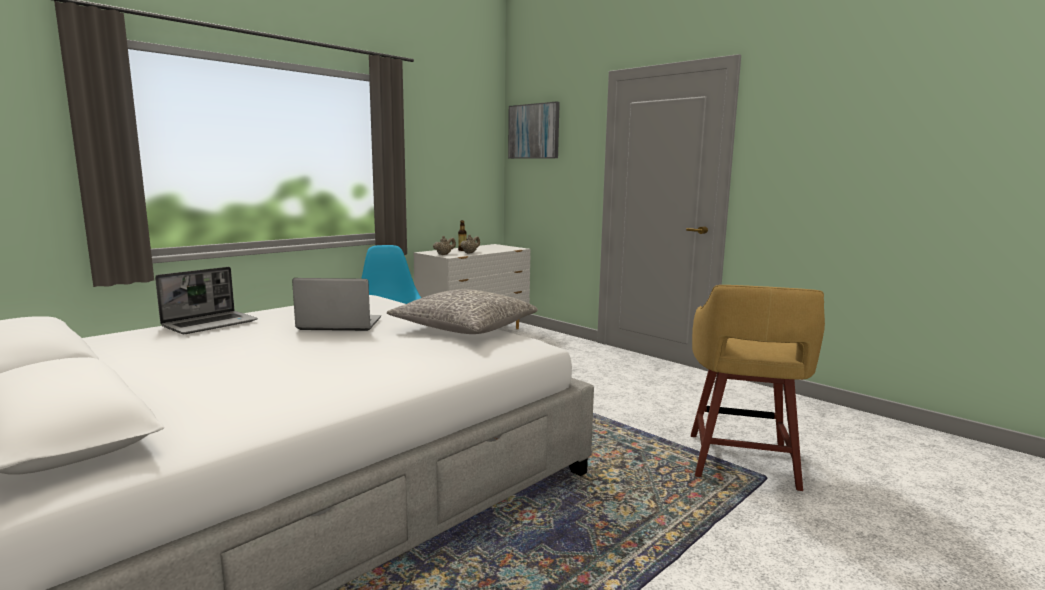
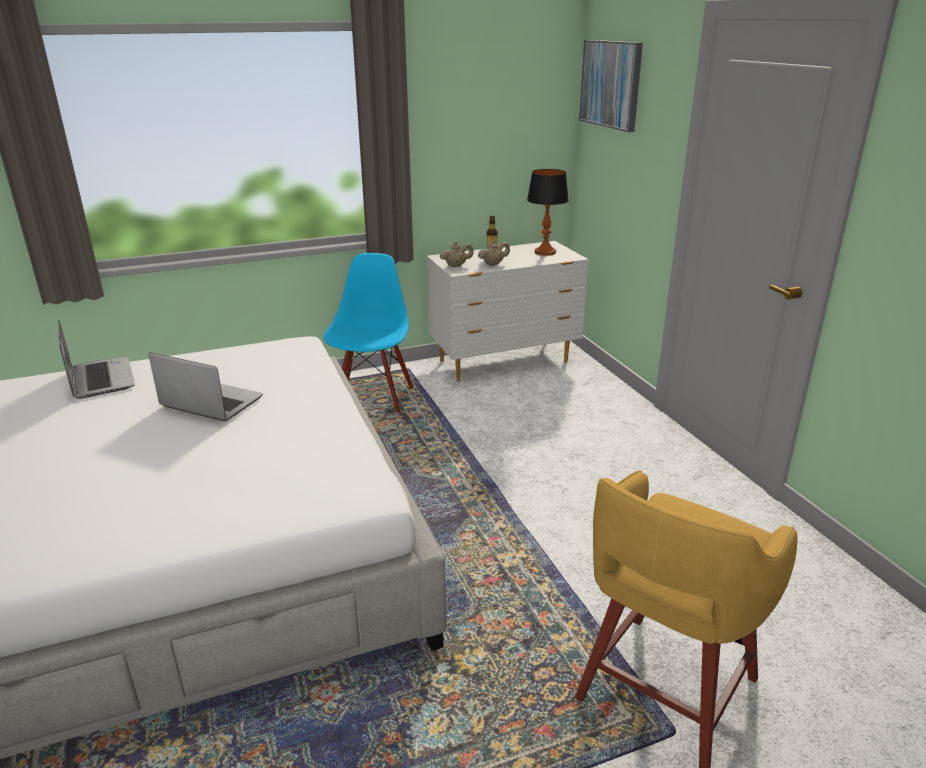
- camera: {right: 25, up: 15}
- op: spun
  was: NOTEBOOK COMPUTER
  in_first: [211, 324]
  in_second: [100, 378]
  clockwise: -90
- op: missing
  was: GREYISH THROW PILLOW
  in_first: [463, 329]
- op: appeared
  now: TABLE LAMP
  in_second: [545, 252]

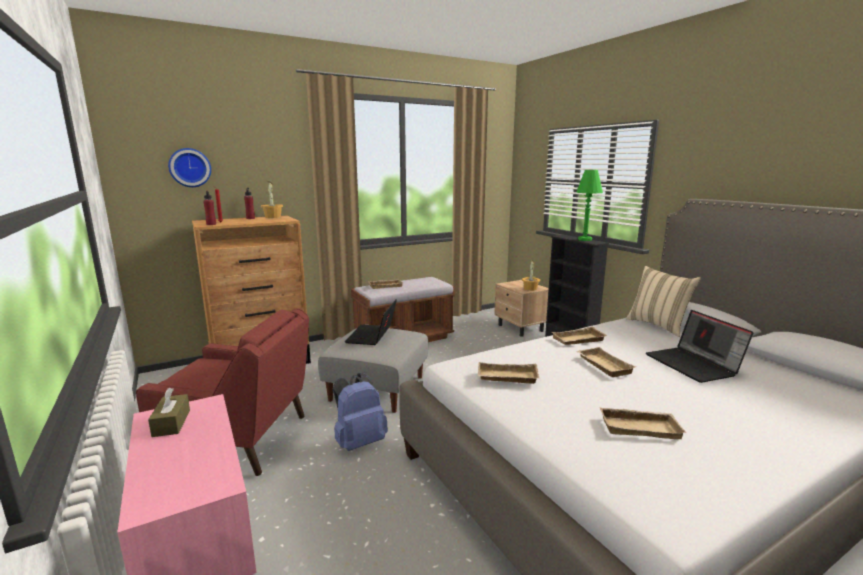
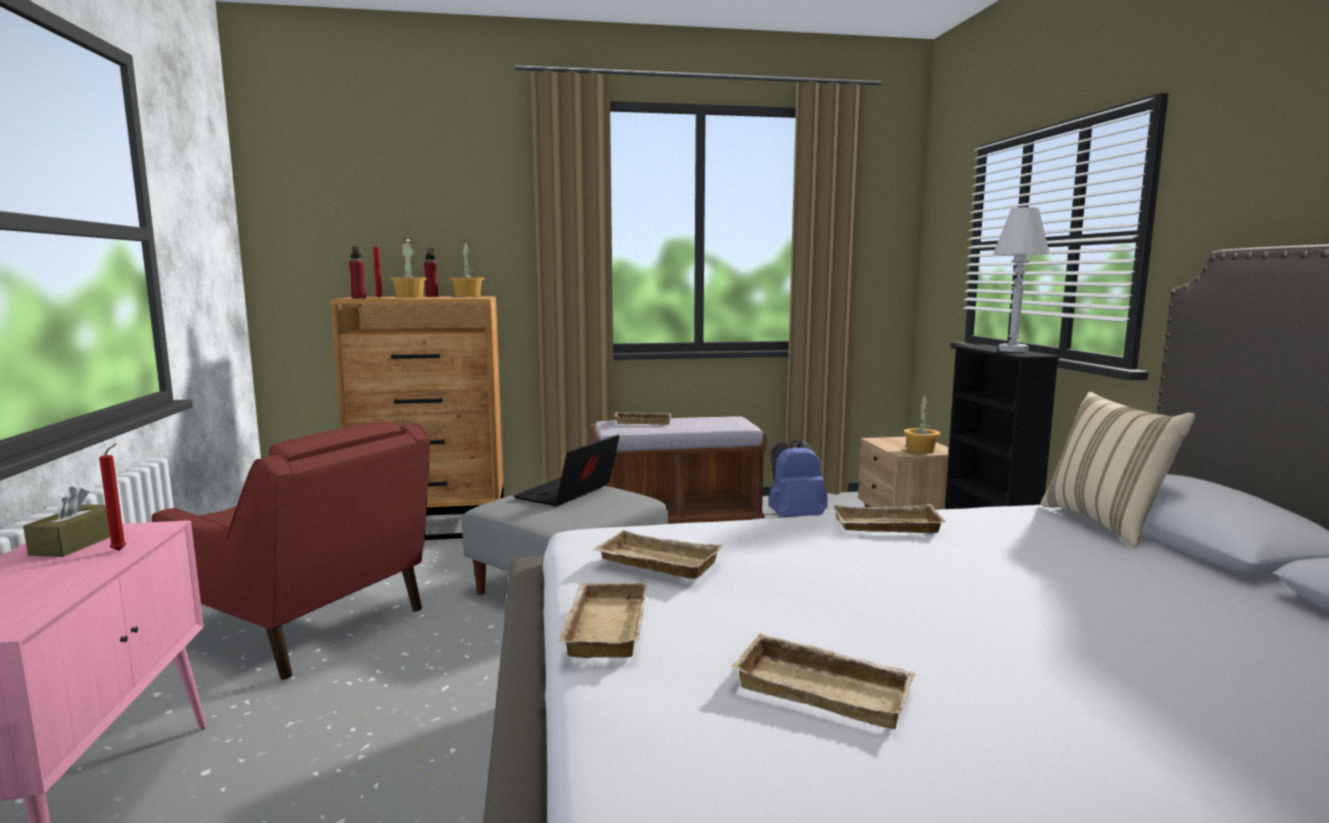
- camera: {right: 20, up: -5}
- op: missing
  was: WALL CLOCK
  in_first: [190, 167]
- op: relocated
  was: BLUE BACKPACK
  in_first: [359, 441]
  in_second: [794, 517]
- op: colour
  was: GREENISH TABLE LAMP
  now: WHITE TABLE LAMP
  in_first: [584, 239]
  in_second: [1012, 350]
- op: relocated
  was: BEIGE-COLOURED TRAY
  in_first: [602, 365]
  in_second: [602, 626]
- op: missing
  was: NOTEBOOK COMPUTER
  in_first: [694, 365]
- op: appeared
  now: RED-COLOURED CANDLE
  in_second: [121, 550]
- op: appeared
  now: HOUSEPLANT
  in_second: [409, 297]

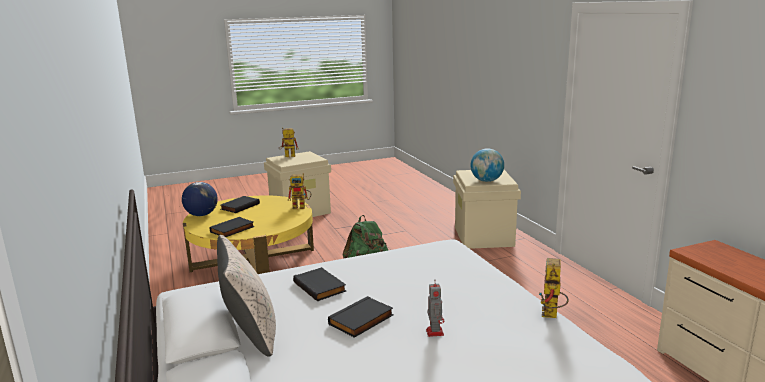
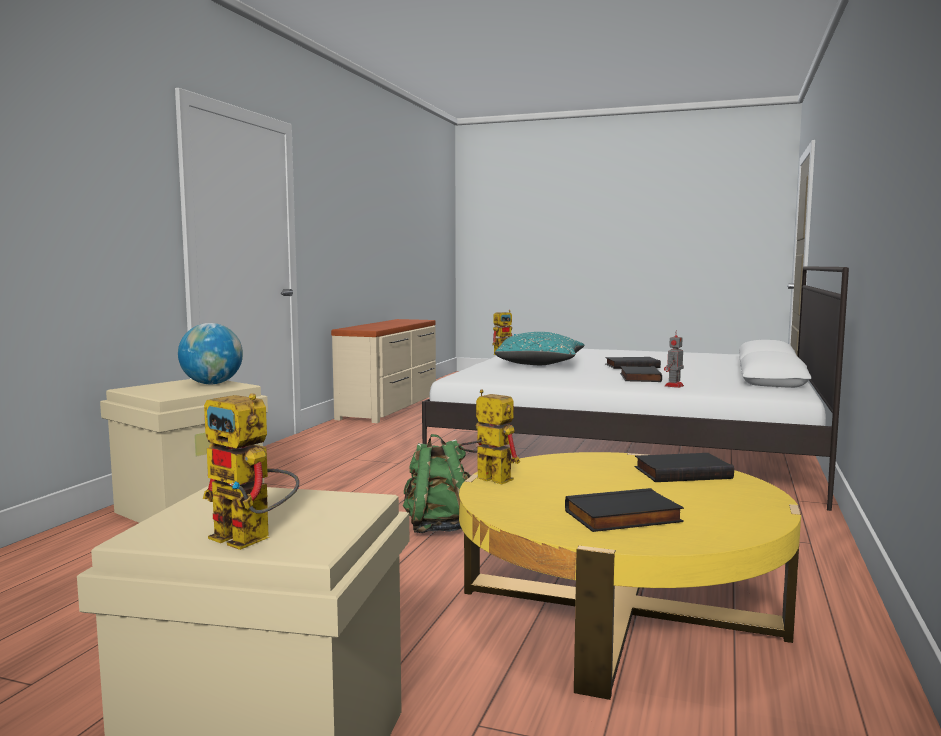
- camera: {right: -140, up: -10}
- op: missing
  was: DESK GLOBE
  in_first: [201, 215]
- op: missing
  was: BEIGE-COLOURED THROW PILLOW
  in_first: [251, 334]
- op: relocated
  was: MODEL ROBOT
  in_first: [434, 331]
  in_second: [673, 386]
- op: appeared
  now: TURQUOISE THROW PILLOW
  in_second: [540, 365]

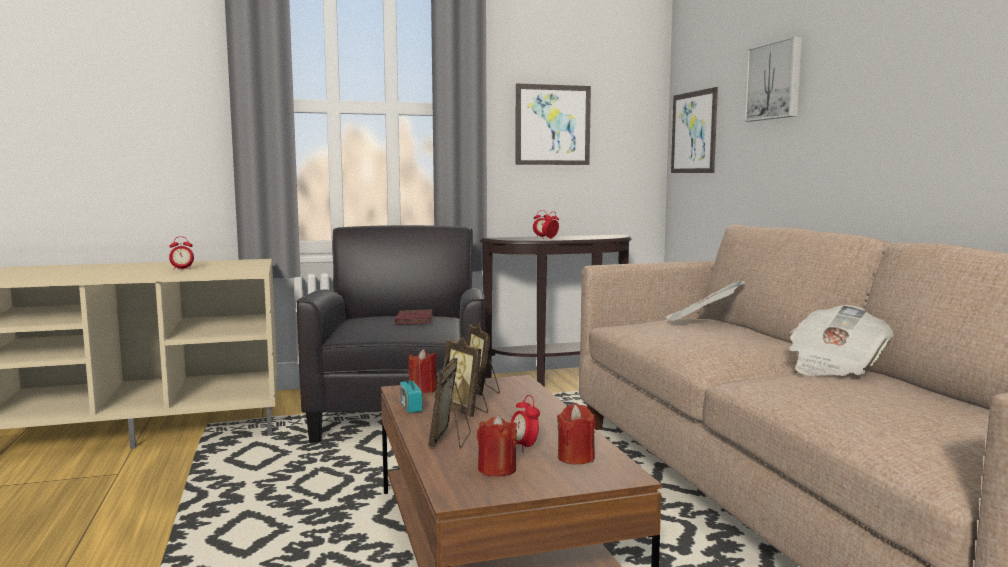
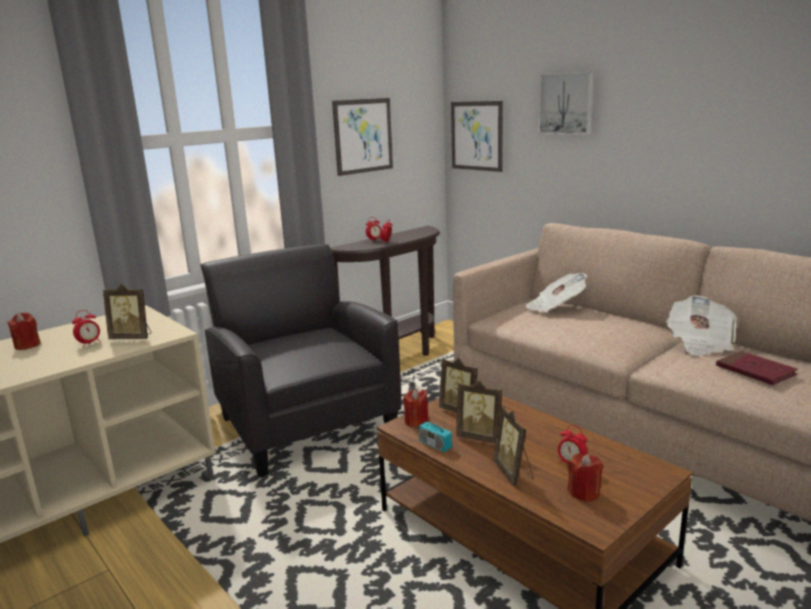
- camera: {right: -25, up: 10}
- op: relocated
  was: RED-COLOURED BOOK
  in_first: [414, 320]
  in_second: [755, 371]
- op: relocated
  was: RED-COLOURED CANDLE
  in_first: [576, 457]
  in_second: [27, 345]
- op: appeared
  now: STANDING FRAME
  in_second: [132, 337]

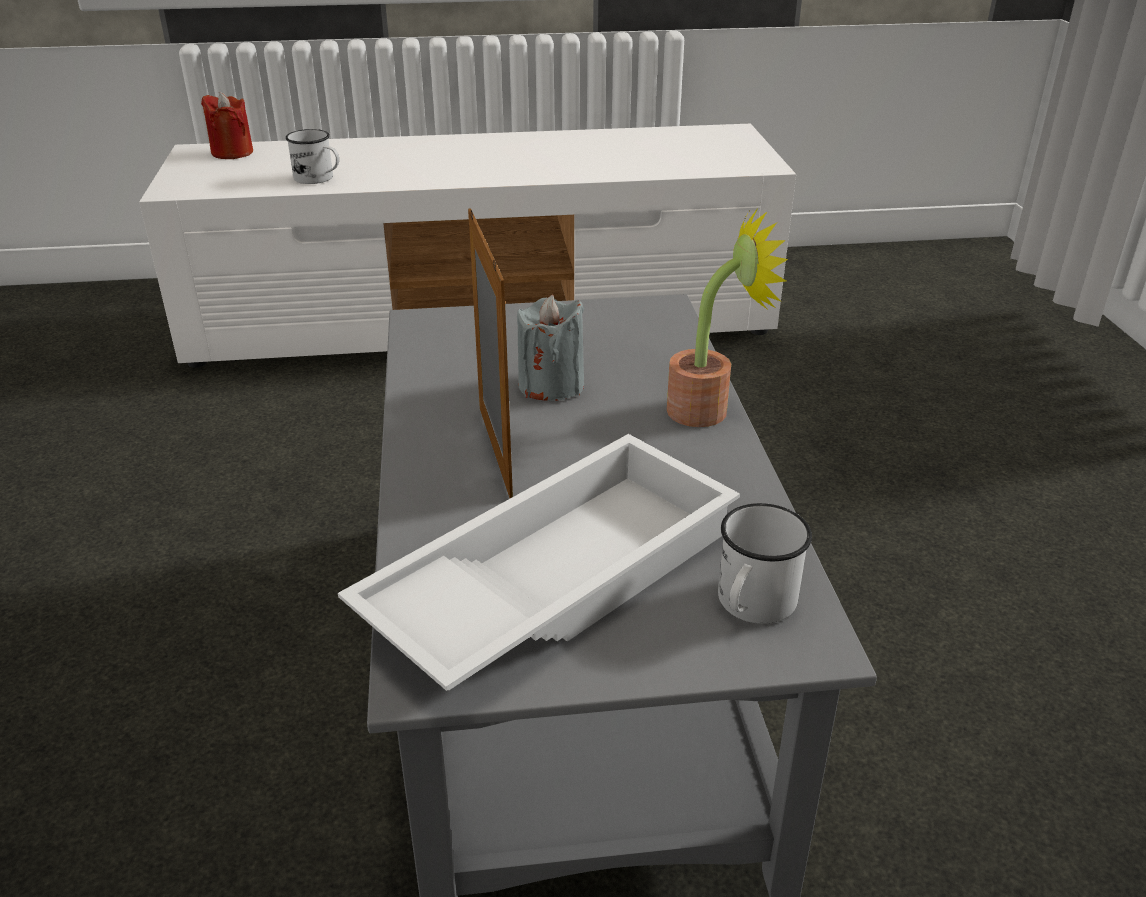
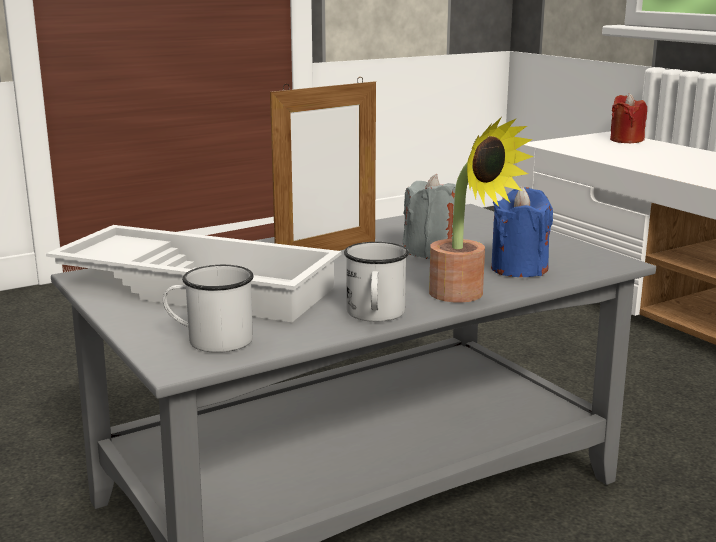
- camera: {right: 65, up: -15}
- op: relocated
  was: WHITE MUG
  in_first: [319, 179]
  in_second: [375, 315]
- op: appeared
  now: BLUE CANDLE
  in_second: [519, 269]

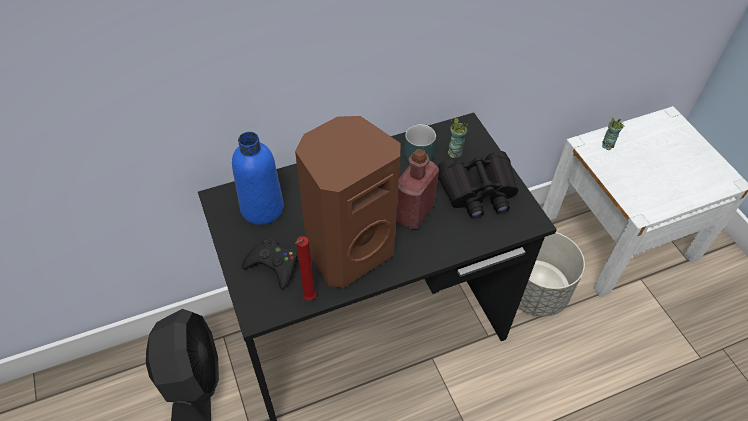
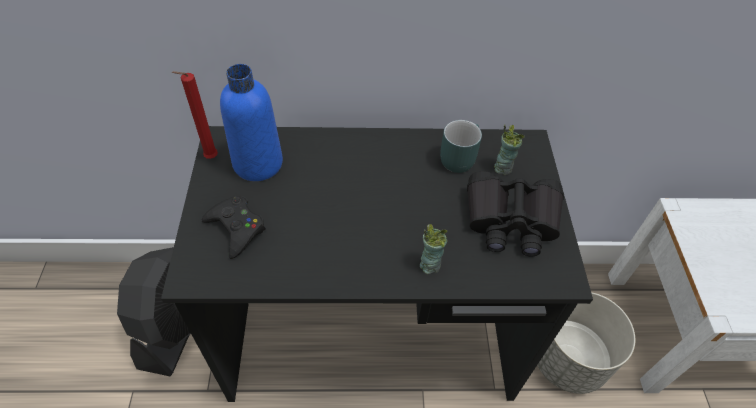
- camera: {right: 20, up: 0}
- op: missing
  was: BROWNISH SPEAKER
  in_first: [348, 250]
- op: relocated
  was: RED-COLOURED CANDLE
  in_first: [308, 299]
  in_second: [209, 158]
- op: missing
  was: RED-COLOURED BEVERAGE BOTTLE
  in_first: [413, 213]
- op: relocated
  was: DRINKING CUP
  in_first: [607, 145]
  in_second: [429, 264]

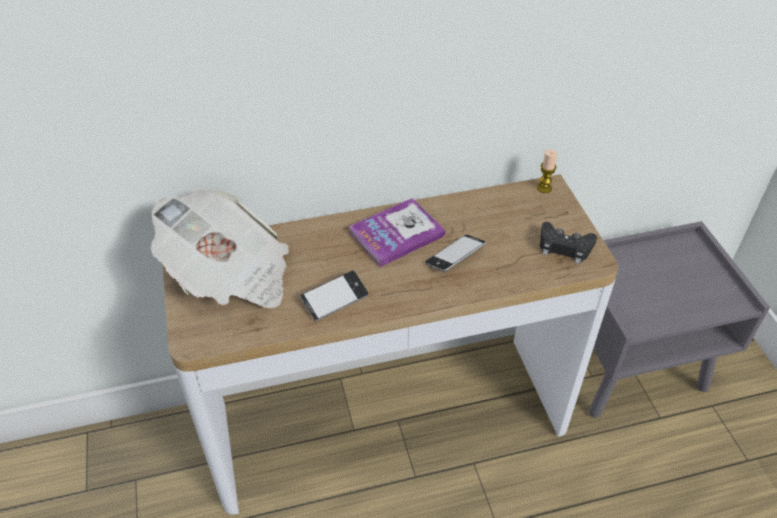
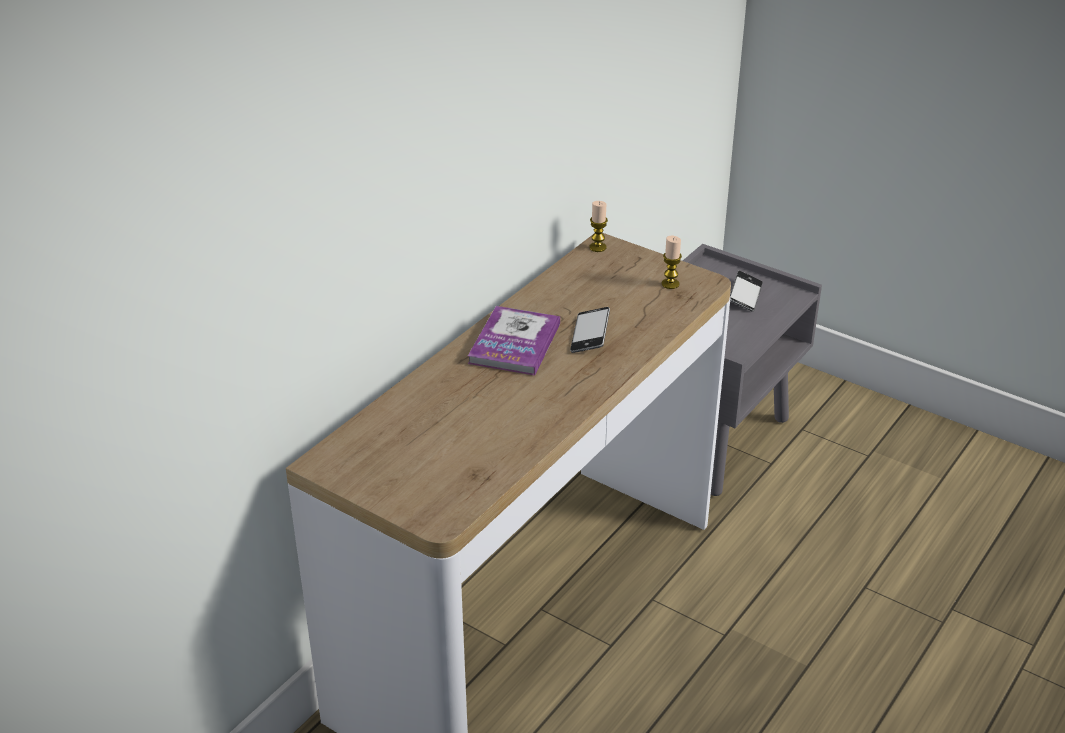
- camera: {right: -40, up: -10}
- op: missing
  was: NEWSPAPER
  in_first: [230, 275]
- op: relocated
  was: PHONE
  in_first: [334, 299]
  in_second: [745, 295]
- op: exchanged
  was: BLACK GAMEPAD
  now: CANDLE
  in_first: [564, 247]
  in_second: [670, 284]

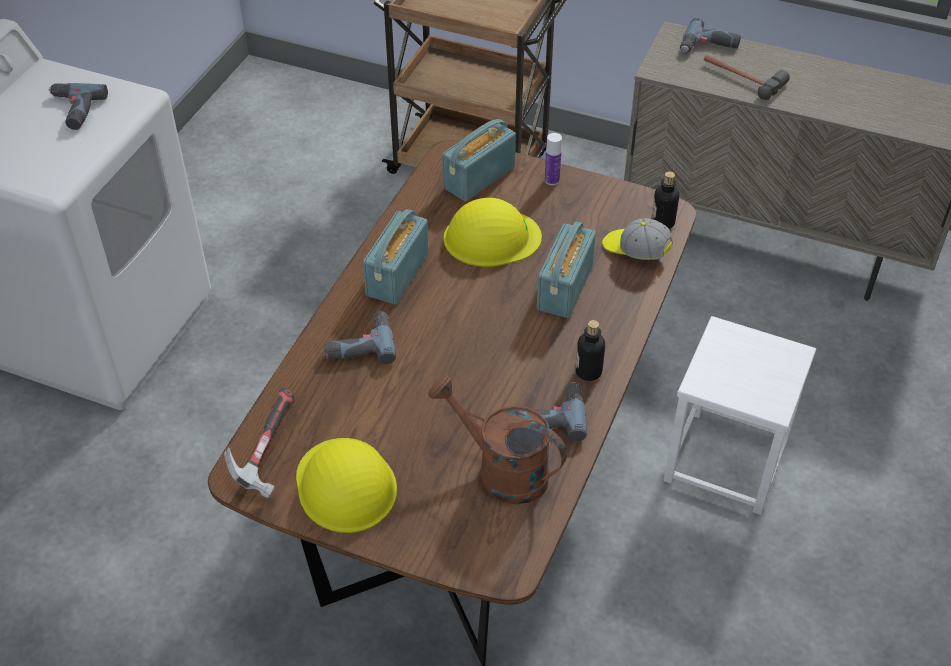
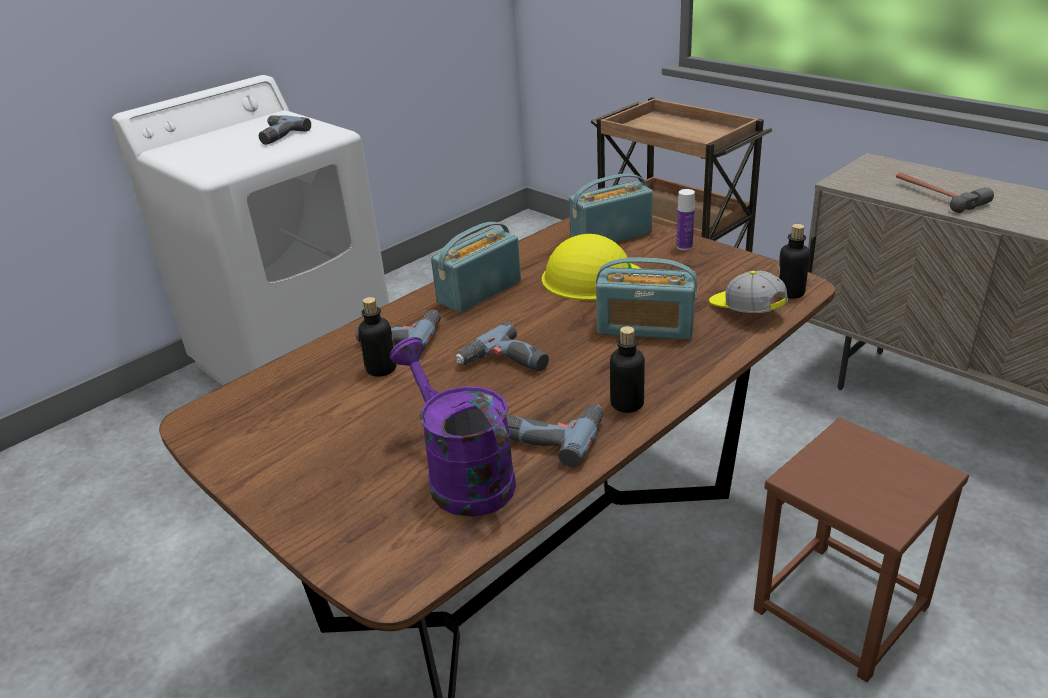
- camera: {right: 25, up: -15}
- op: missing
  was: HAMMER
  in_first: [266, 451]
- op: missing
  was: YELLOW WORK HELMET
  in_first: [345, 485]
- op: colour
  was: BROWNISH WATERING POT
  now: PURPLE-COLOURED WATERING POT
  in_first: [501, 470]
  in_second: [462, 476]
- op: spun
  was: RADIO RECEIVER
  in_first: [564, 287]
  in_second: [645, 328]
  clockwise: -120
- op: colour
  was: WHITE STOOL SEAT
  now: BROWNISH STOOL SEAT
  in_first: [727, 461]
  in_second: [841, 609]
- op: relocated
  was: DRILL
  in_first: [708, 47]
  in_second: [504, 363]
- op: appeared
  now: BEVERAGE BOTTLE
  in_second: [381, 369]

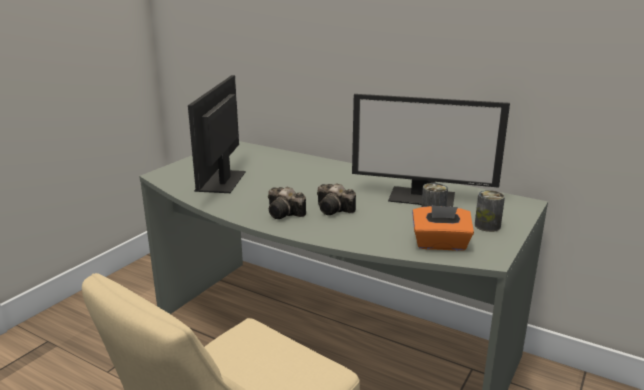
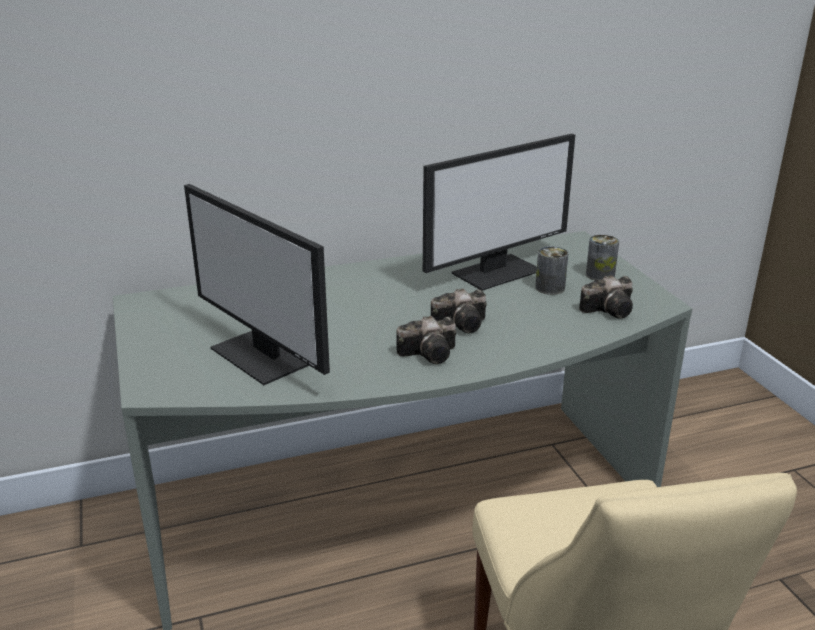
- camera: {right: -50, up: 5}
- op: exchanged
  was: ORANGEY BOX OF TISSUES
  now: PHOTO CAMERA
  in_first: [440, 244]
  in_second: [611, 310]

